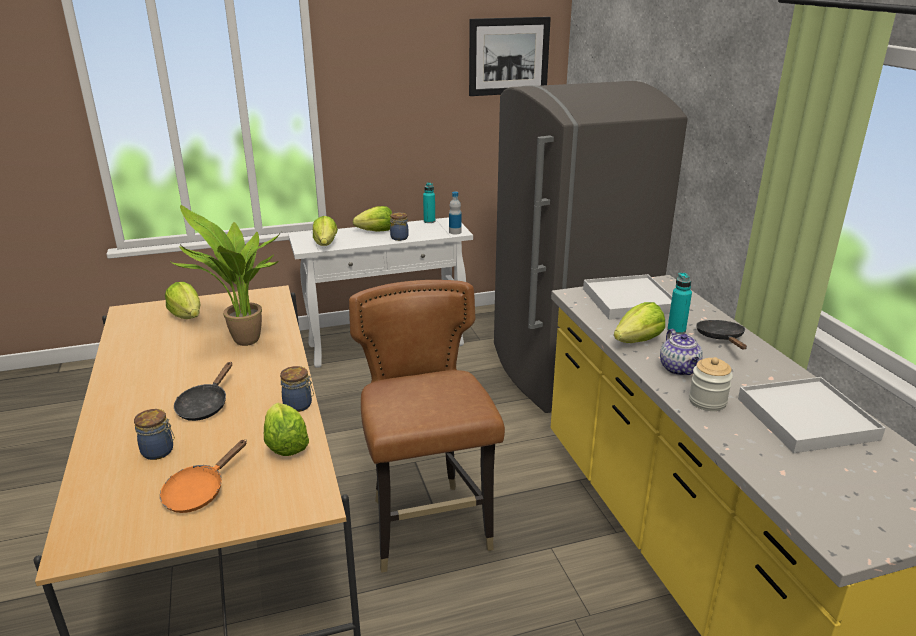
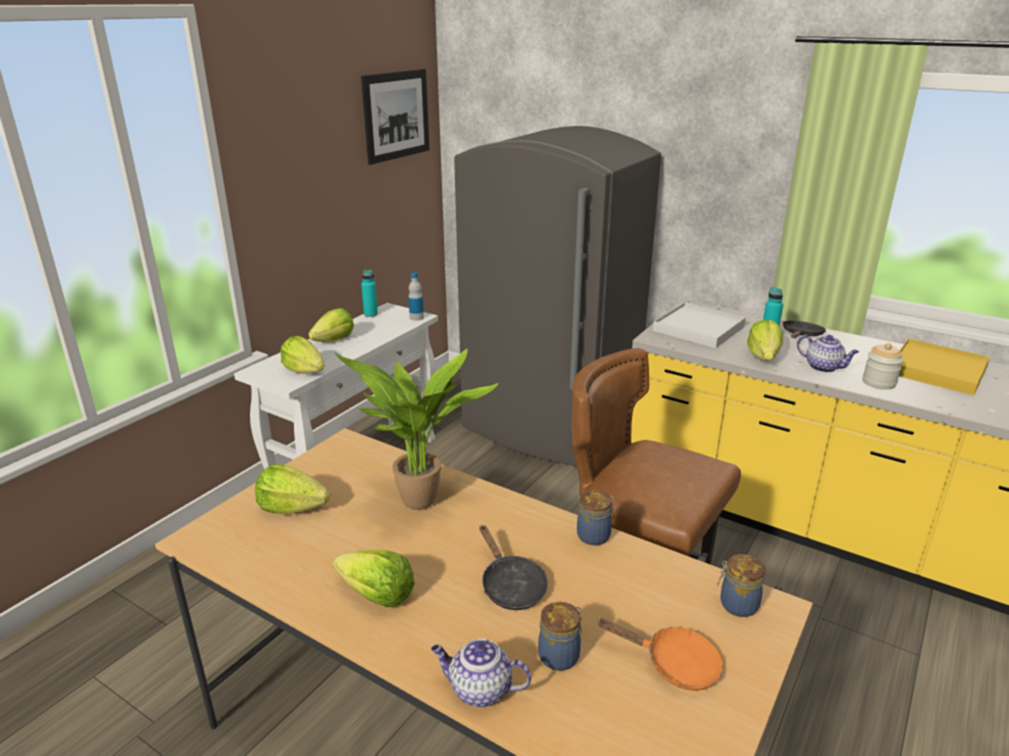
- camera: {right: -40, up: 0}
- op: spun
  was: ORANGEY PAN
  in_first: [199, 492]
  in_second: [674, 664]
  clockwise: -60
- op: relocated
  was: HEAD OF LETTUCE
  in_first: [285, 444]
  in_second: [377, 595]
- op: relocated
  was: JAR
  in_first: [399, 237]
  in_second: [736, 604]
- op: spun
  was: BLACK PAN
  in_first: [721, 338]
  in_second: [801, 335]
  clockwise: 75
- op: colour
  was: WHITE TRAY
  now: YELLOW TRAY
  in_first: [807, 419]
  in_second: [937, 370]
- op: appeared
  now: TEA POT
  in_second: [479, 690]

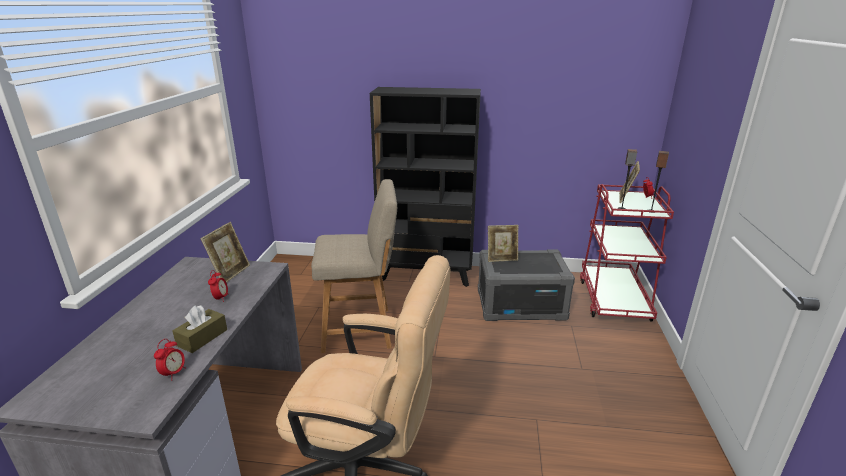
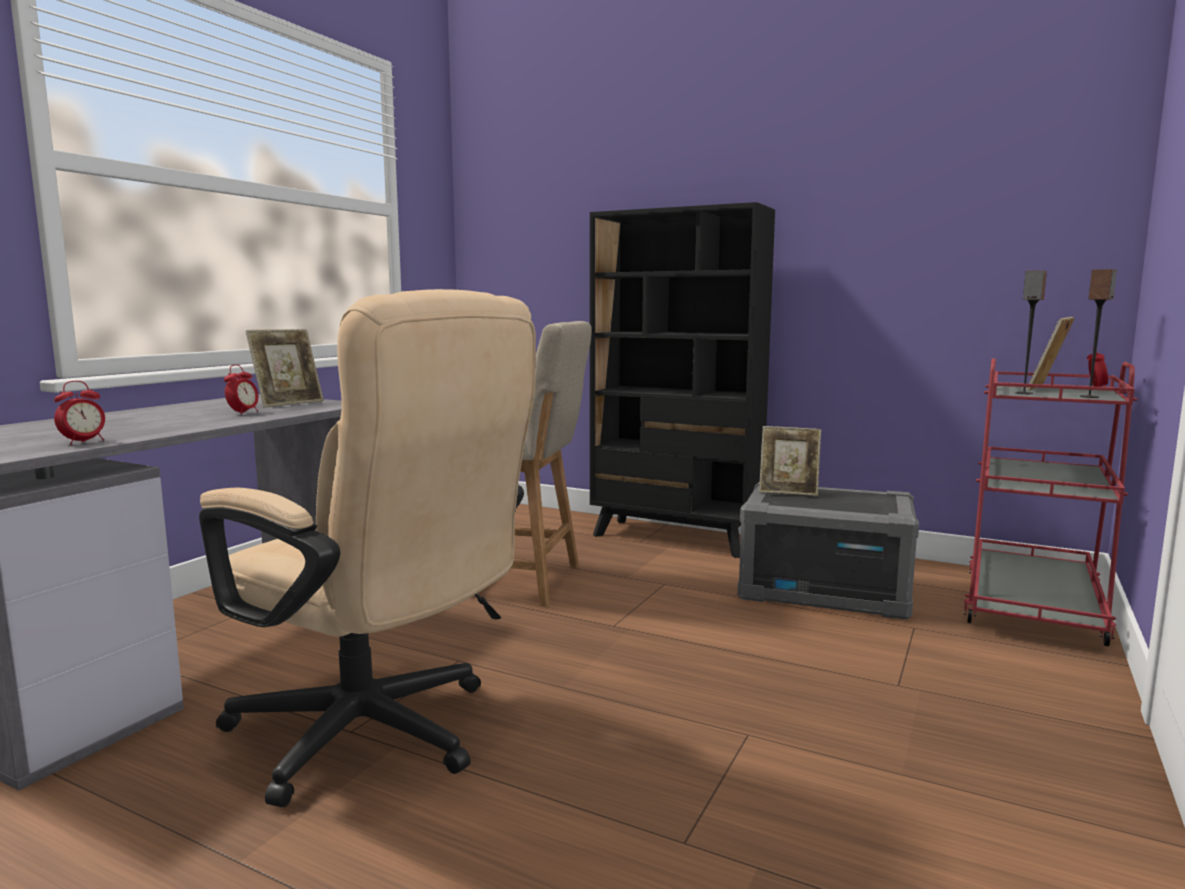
- camera: {right: 20, up: -15}
- op: missing
  was: BROWNISH BOX OF TISSUES
  in_first: [202, 338]

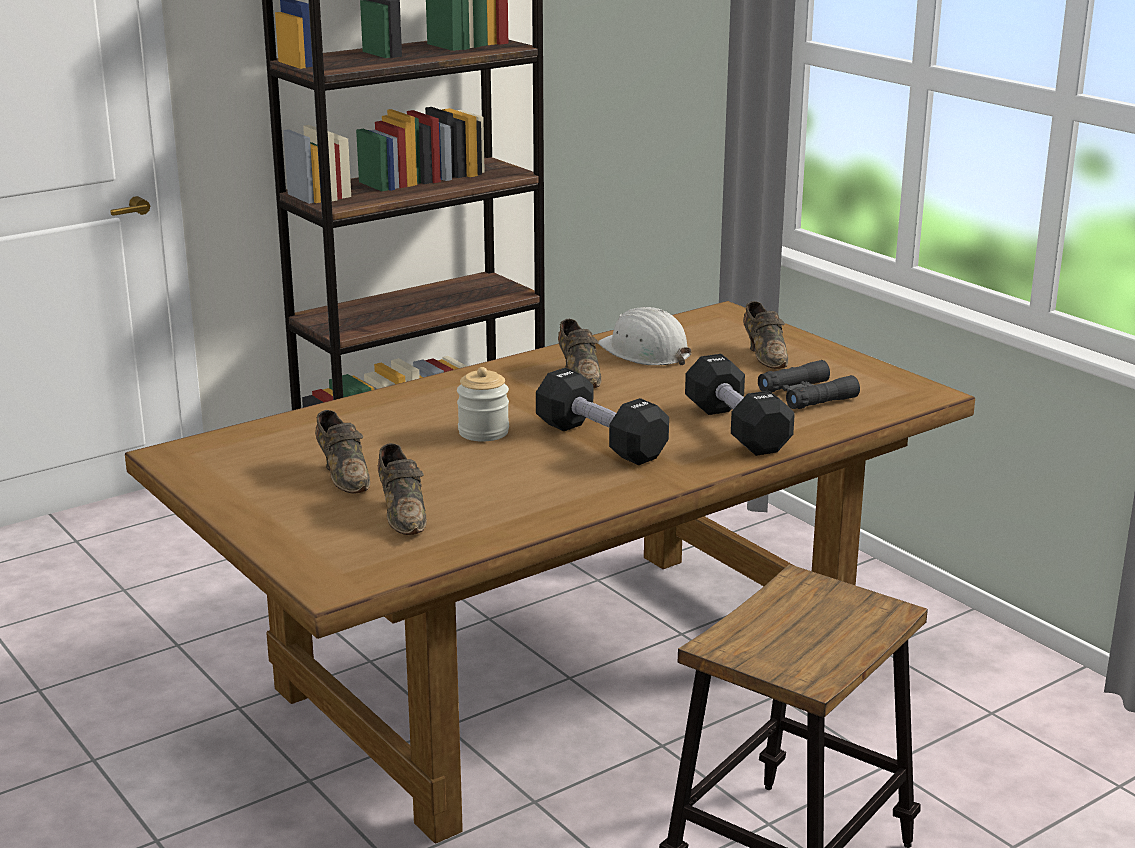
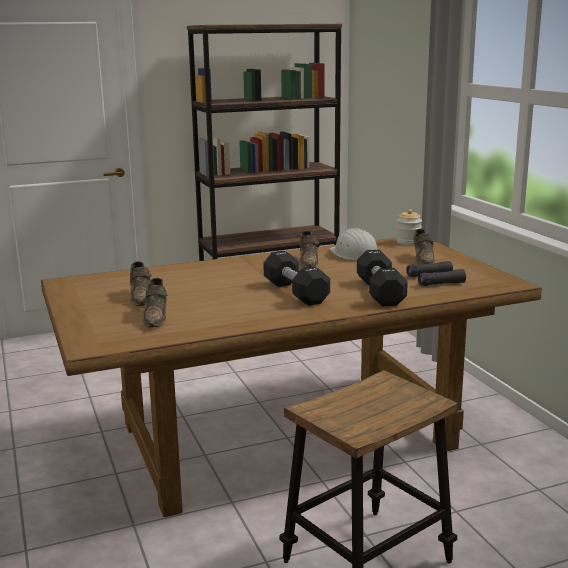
- camera: {right: 15, up: -5}
- op: relocated
  was: JAR
  in_first: [483, 432]
  in_second: [408, 242]

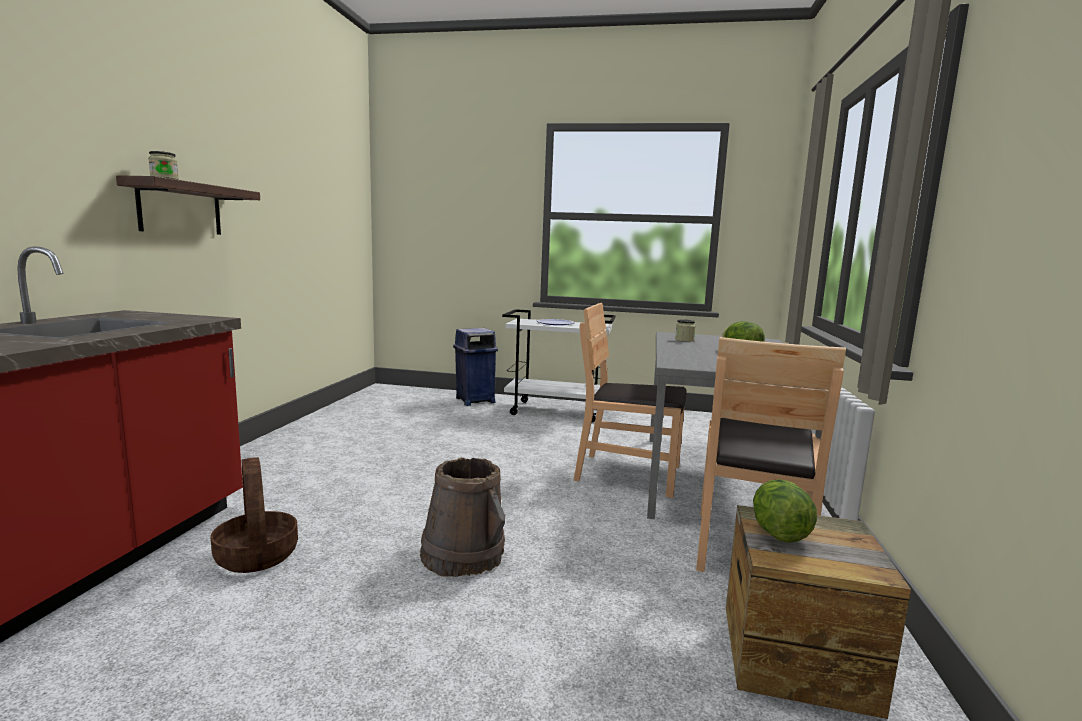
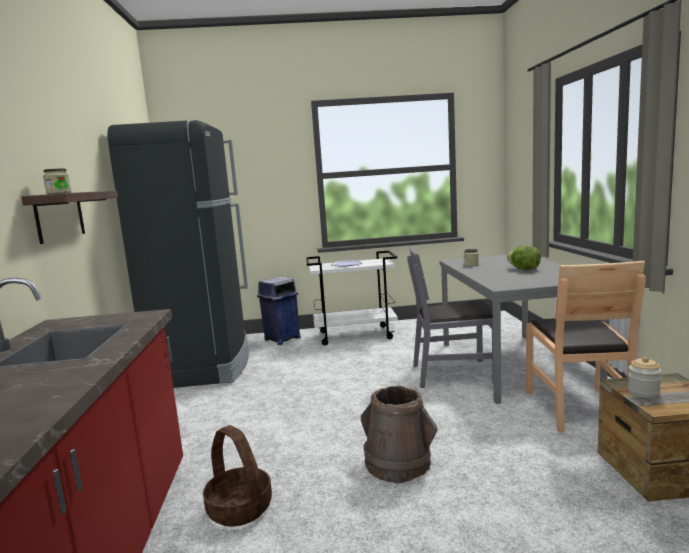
- camera: {right: -15, up: 0}
- op: colour
  was: BROWNISH PLAIN CHAIR
  now: GREYISH PLAIN CHAIR
  in_first: [628, 474]
  in_second: [453, 374]
- op: exchanged
  was: HEAD OF LETTUCE
  now: JAR
  in_first: [778, 533]
  in_second: [643, 392]
- op: appeared
  now: BLACK FRIDGE
  in_second: [204, 366]

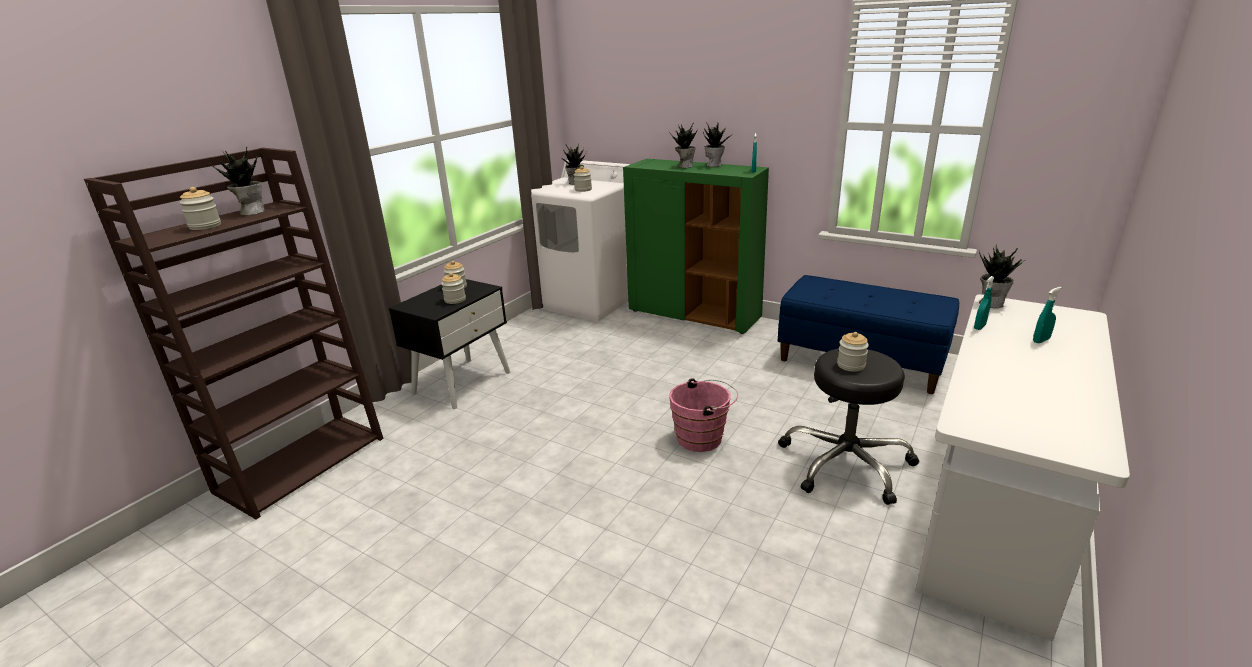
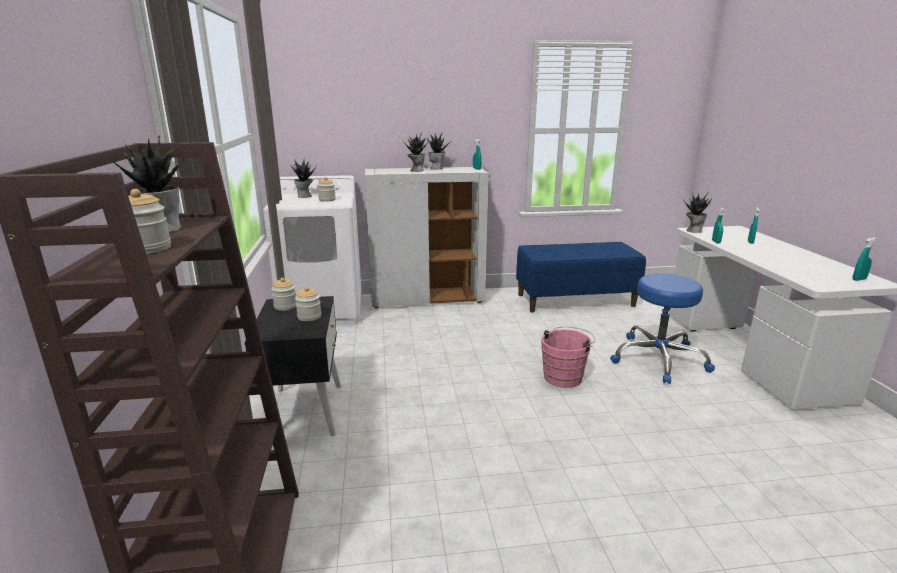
- camera: {right: -40, up: -5}
- op: colour
  was: GREENISH STORAGE CABINET
  now: WHITE STORAGE CABINET
  in_first: [694, 315]
  in_second: [427, 299]
- op: colour
  was: BLACK STOOL SEAT
  now: BLUE STOOL SEAT
  in_first: [846, 463]
  in_second: [659, 359]
- op: missing
  was: JAR
  in_first: [851, 365]
- op: appeared
  now: TURQUOISE SPRAY BOTTLE
  in_second: [859, 279]

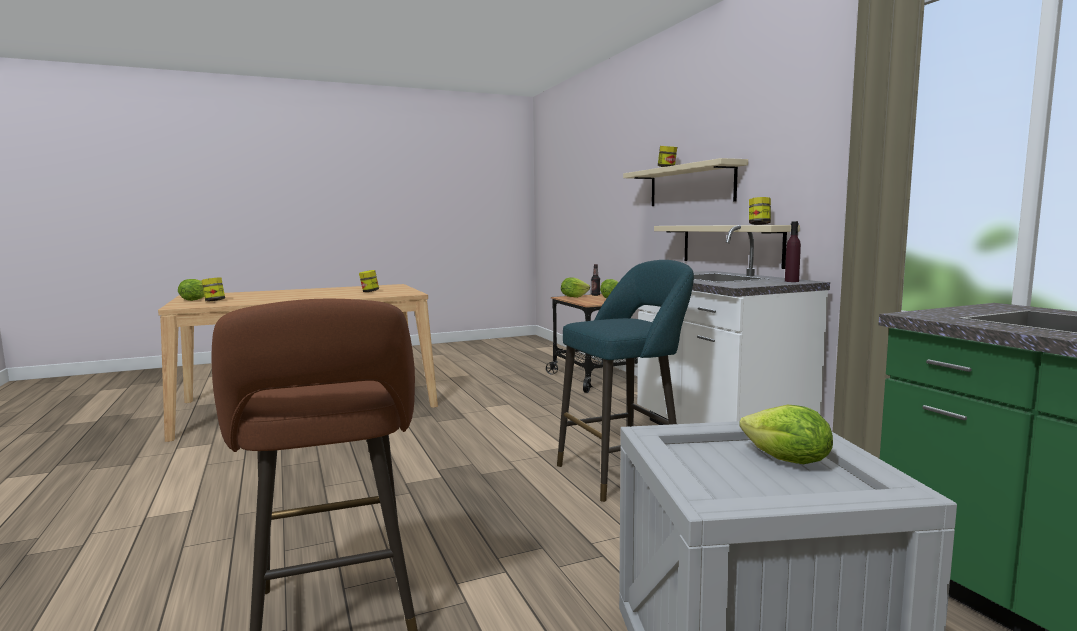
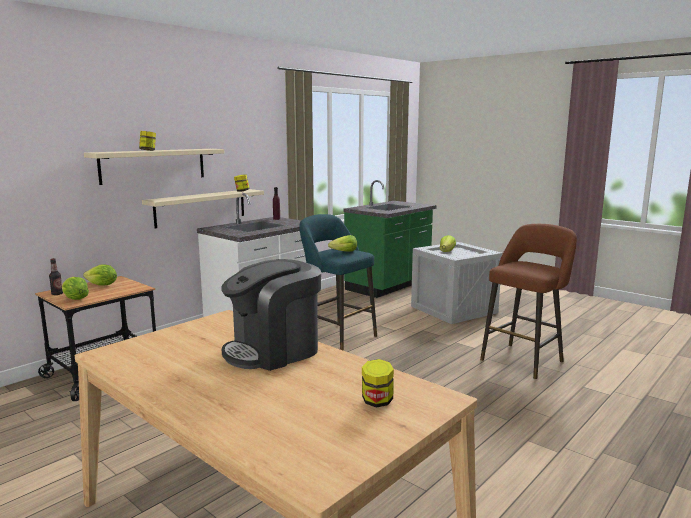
- camera: {right: -115, up: 5}
- op: relocated
  was: HEAD OF LETTUCE
  in_first: [195, 299]
  in_second: [344, 252]
- op: missing
  was: JAR
  in_first: [369, 291]
- op: appeared
  now: COFFEE MAKER
  in_second: [274, 351]

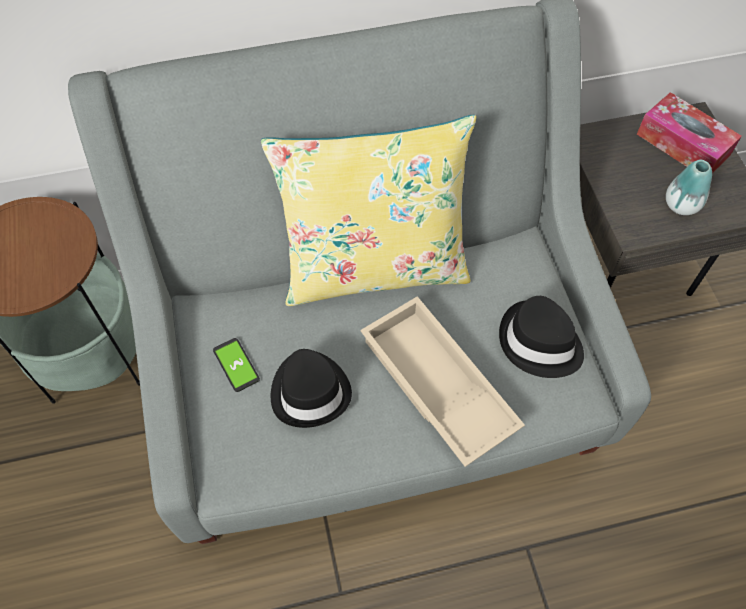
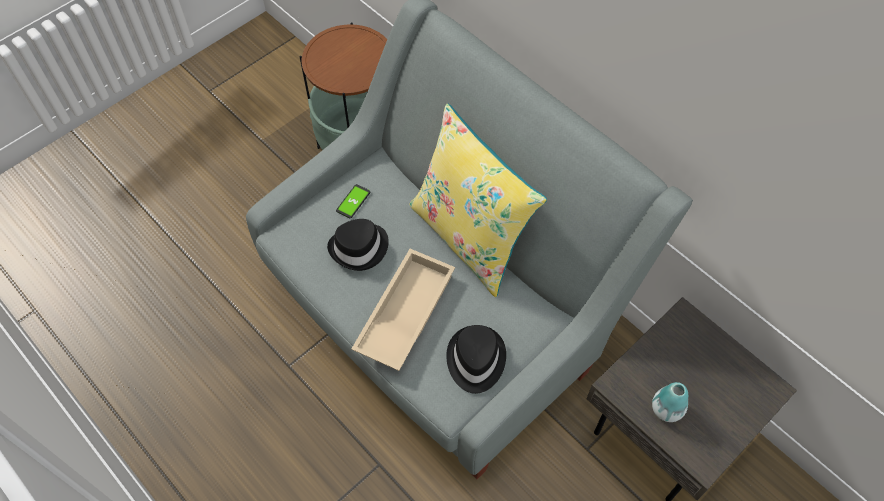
- camera: {right: 60, up: 0}
- op: missing
  was: BOX OF TISSUES
  in_first: [683, 145]

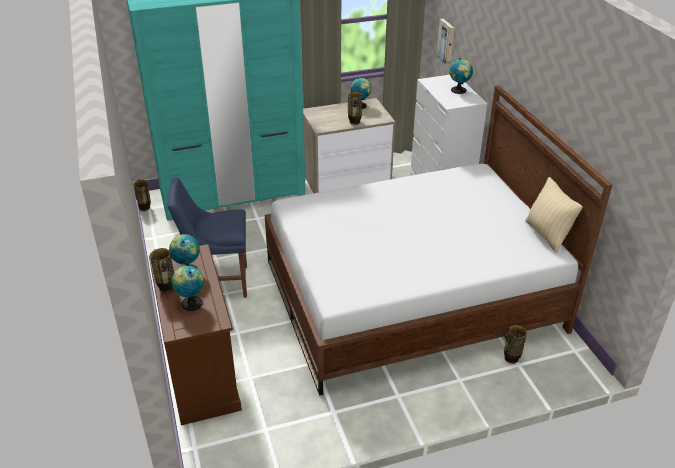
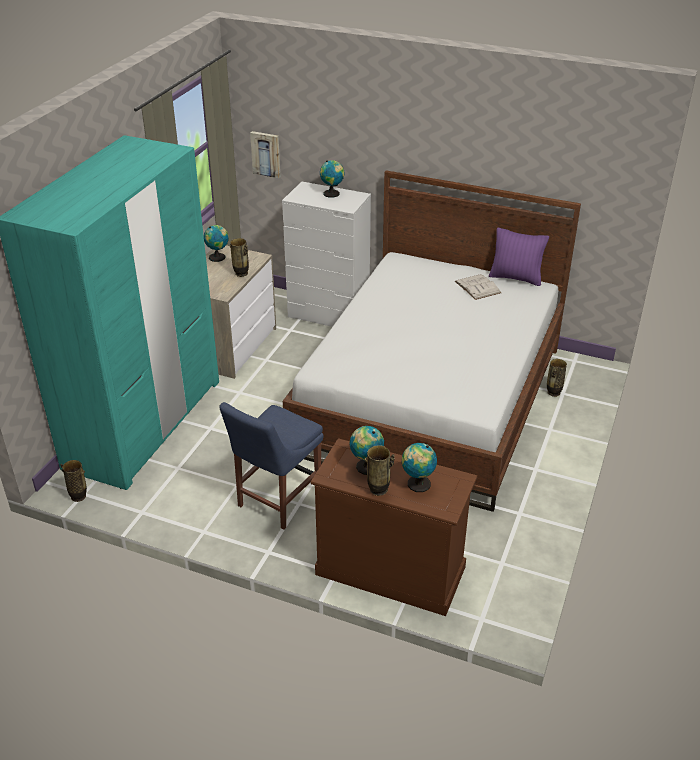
- camera: {right: -50, up: 0}
- op: colour
  was: BEIGE-COLOURED THROW PILLOW
  now: PURPLE-COLOURED THROW PILLOW
  in_first: [547, 235]
  in_second: [515, 278]
- op: appeared
  now: WHITE BOOK
  in_second: [477, 287]

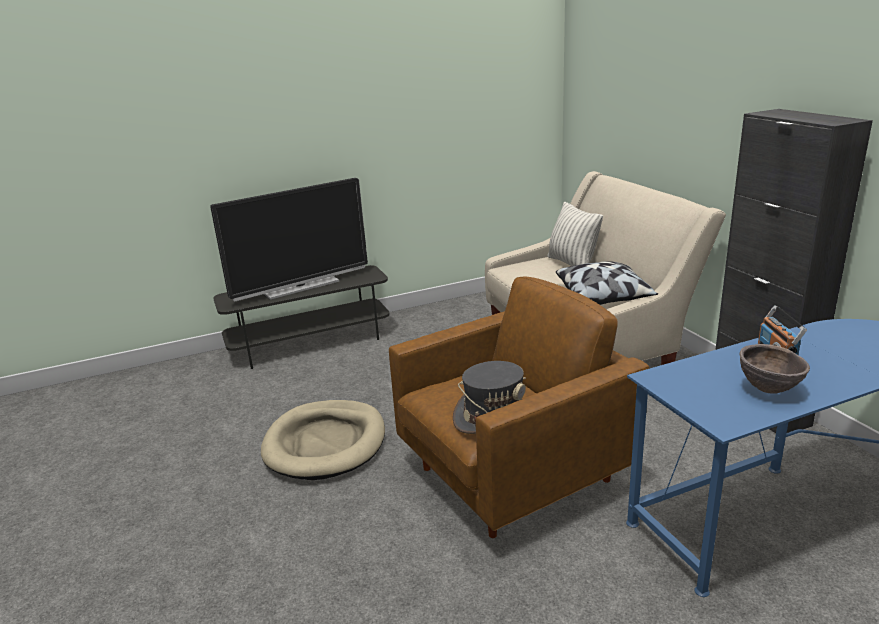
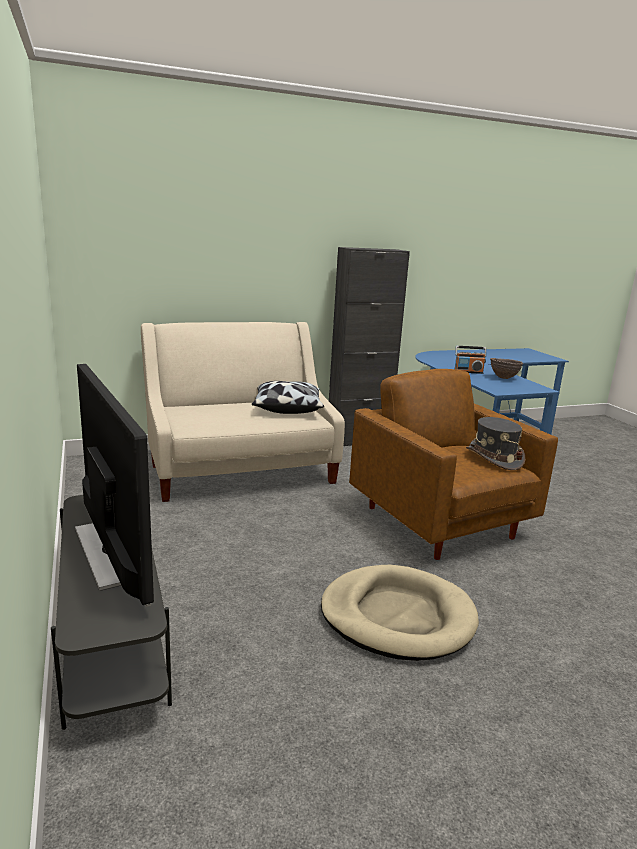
- camera: {right: -90, up: -5}
- op: missing
  was: THROW PILLOW
  in_first: [572, 264]

